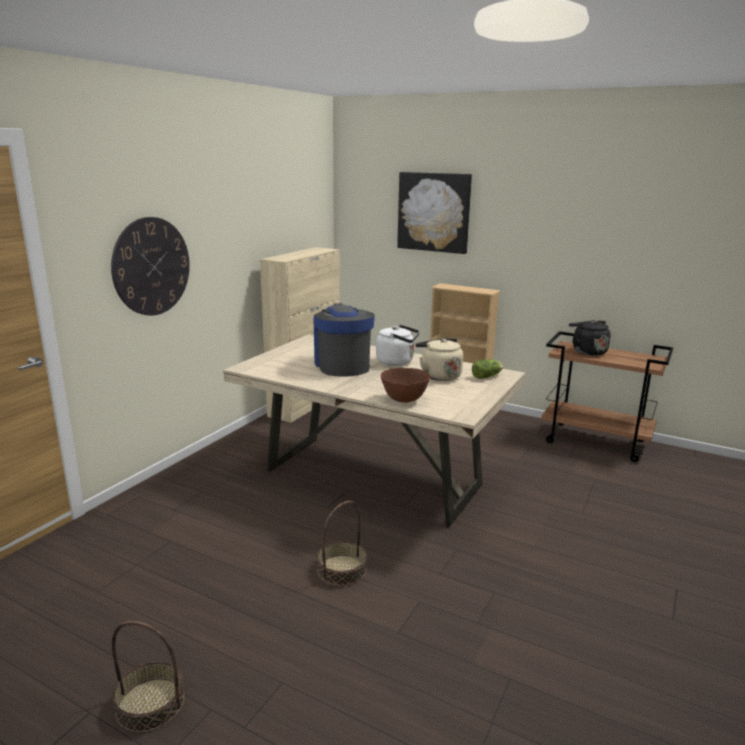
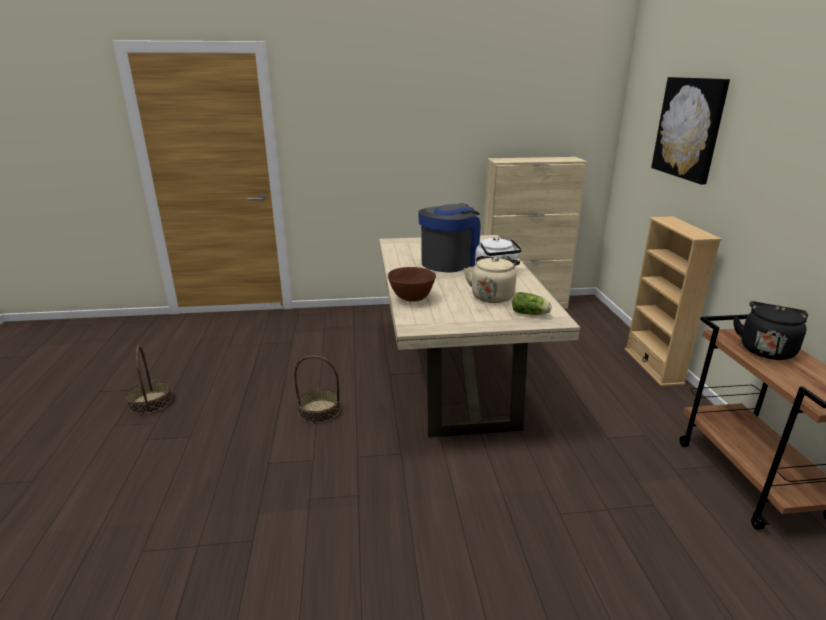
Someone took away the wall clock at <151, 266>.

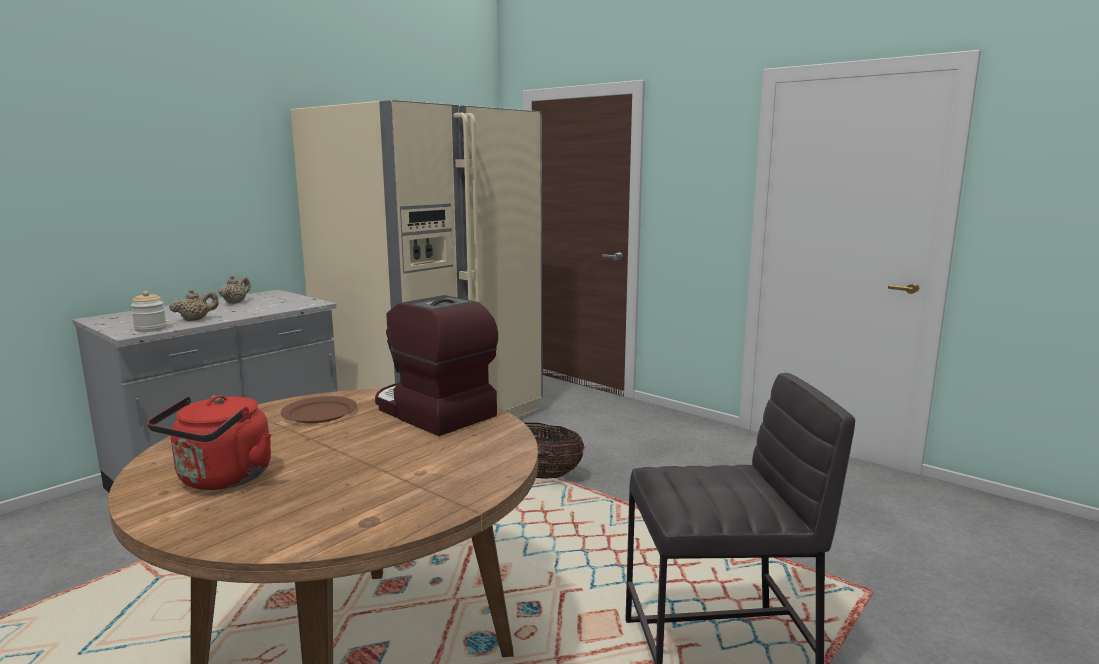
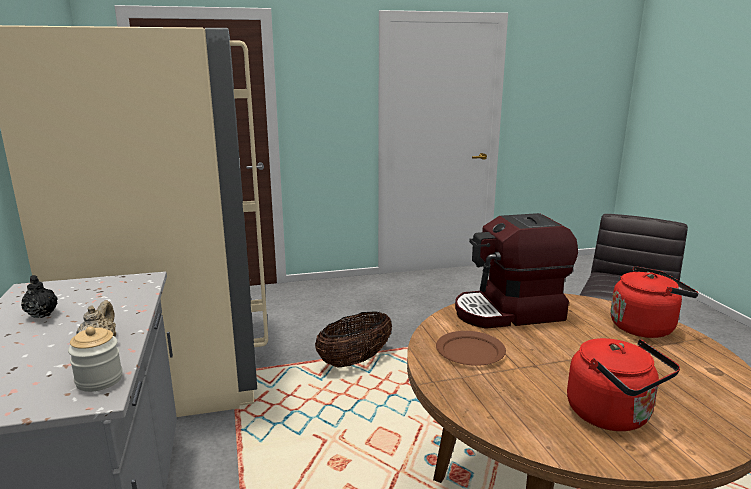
Someone put down the red kettle at <645, 327>.
Someone repainted the beige teapot at <235, 302>, which became the black teapot at <42, 314>.

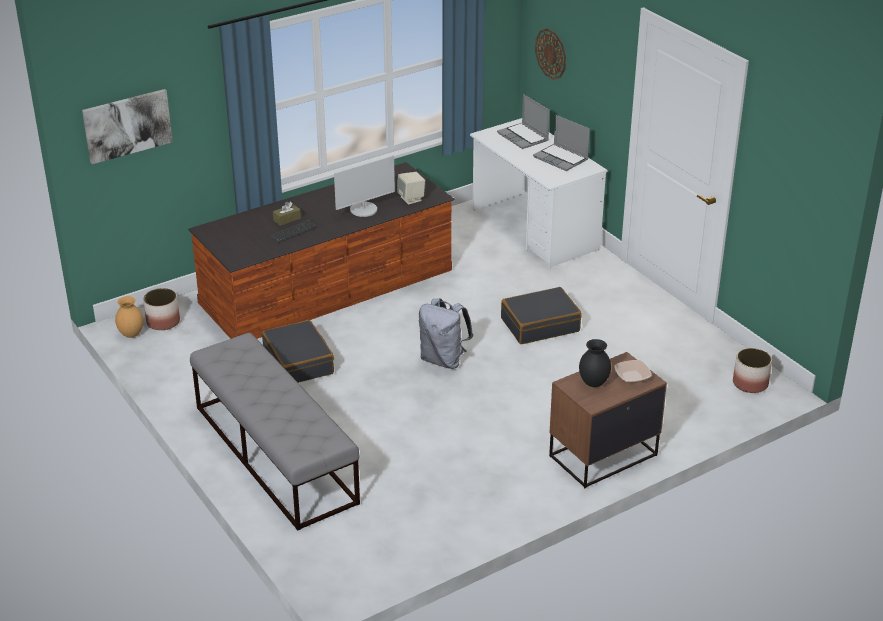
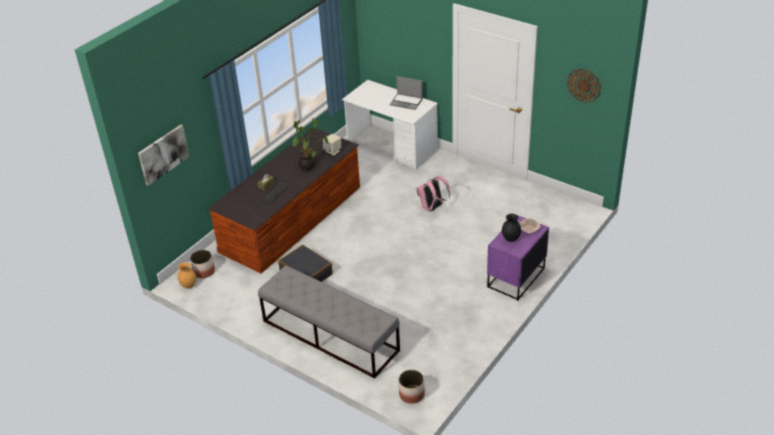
Someone took away the grey backpack at <443, 360>.
Someone took away the laptop at <523, 137>.
Someone carried the wall clock from <551, 53> to <584, 85>.
Someone carried the planter from <750, 384> to <412, 394>.
Someone swapped the monitor at <364, 209> for the potted plant at <309, 166>.
Someone swapped the black suitcase at <540, 325> for the pink backpack at <432, 208>.
Someone repainted the brown nightstand at <602, 455>, which became the purple nightstand at <515, 278>.

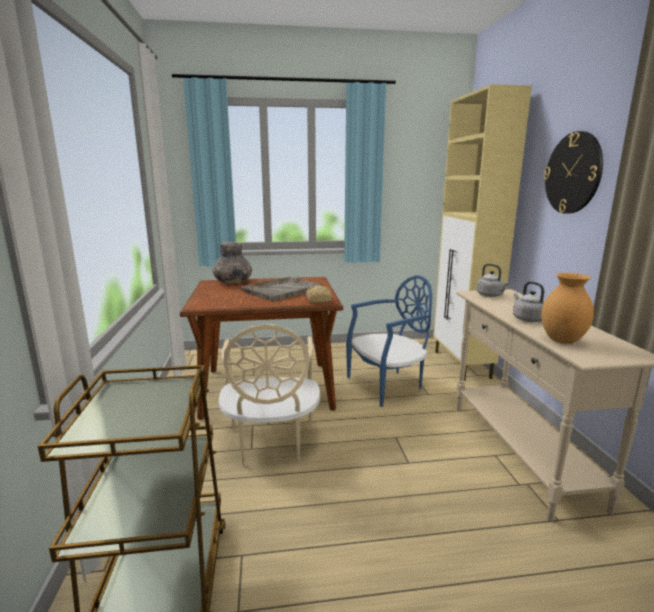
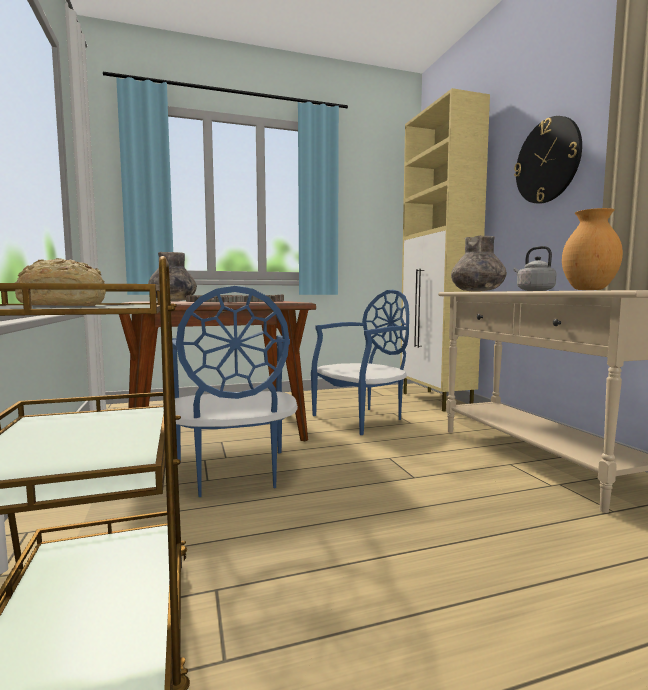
Someone carried the bread from <318, 300> to <66, 306>.
Someone swapped the grey kettle at <491, 295> for the grey vase at <478, 291>.
Someone repainted the beige chair at <271, 443>, which became the blue chair at <233, 473>.

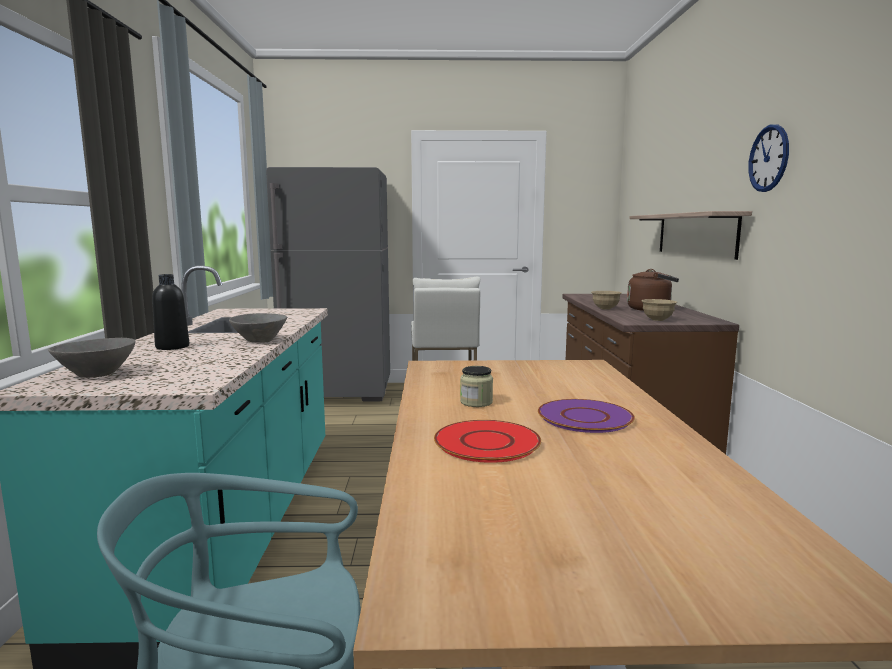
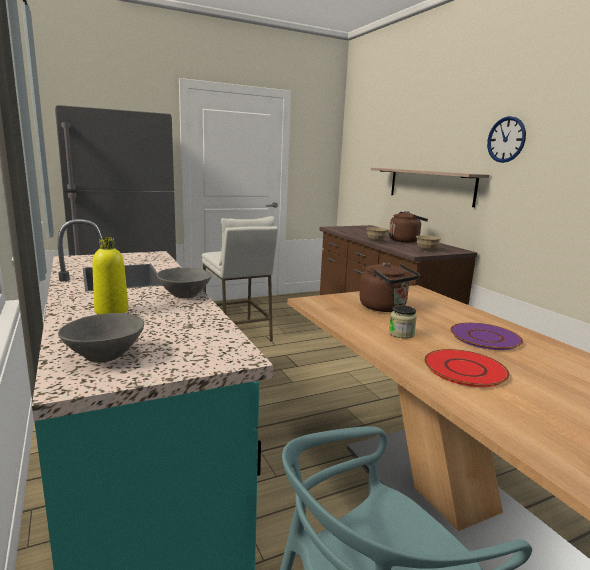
Someone put down the brown kettle at <385, 308>.
Someone repainted the black bottle at <172, 347>, which became the yellow bottle at <111, 311>.

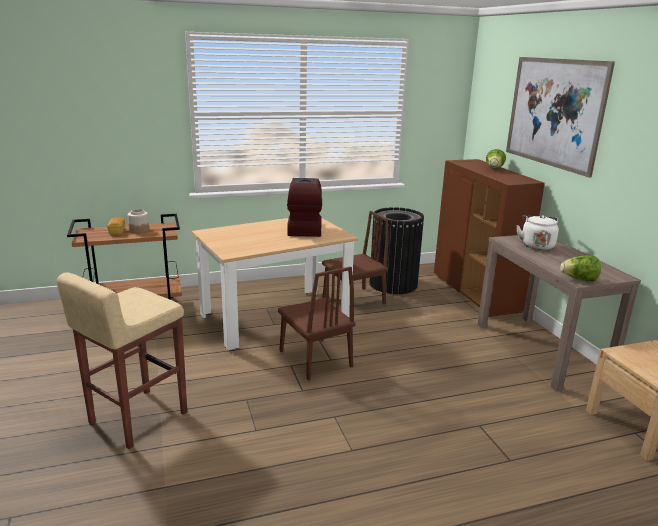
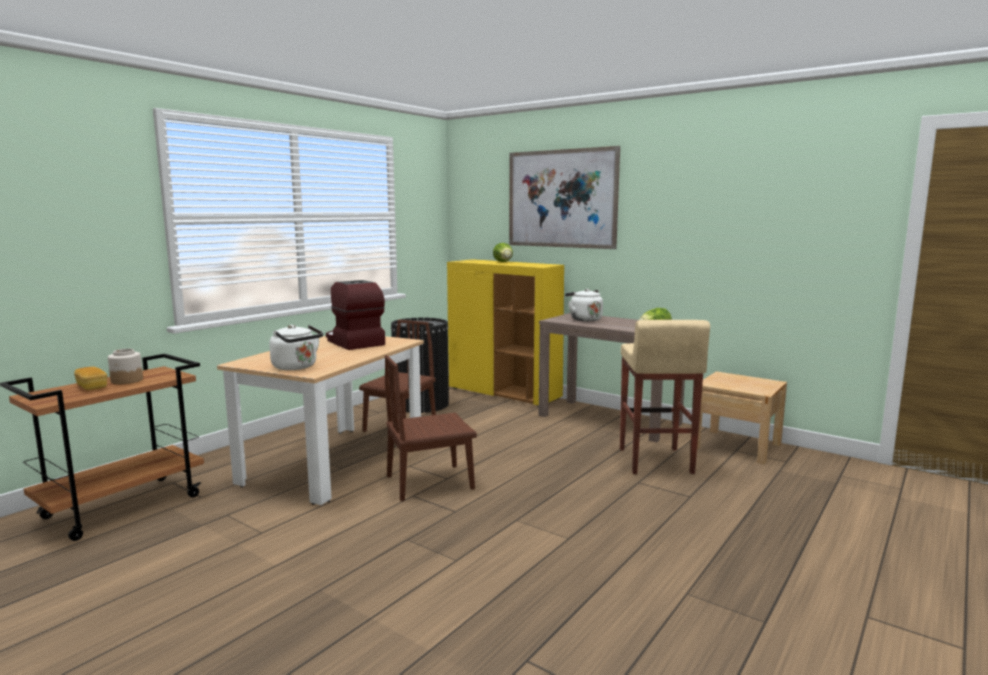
Someone put down the white kettle at <297, 367>.
Someone carried the beige stool from <136, 418> to <654, 461>.
Someone repainted the brown cabinet at <476, 293>, which became the yellow cabinet at <505, 393>.
Someone rotated the brown chair at <315, 358> by 135 degrees clockwise.

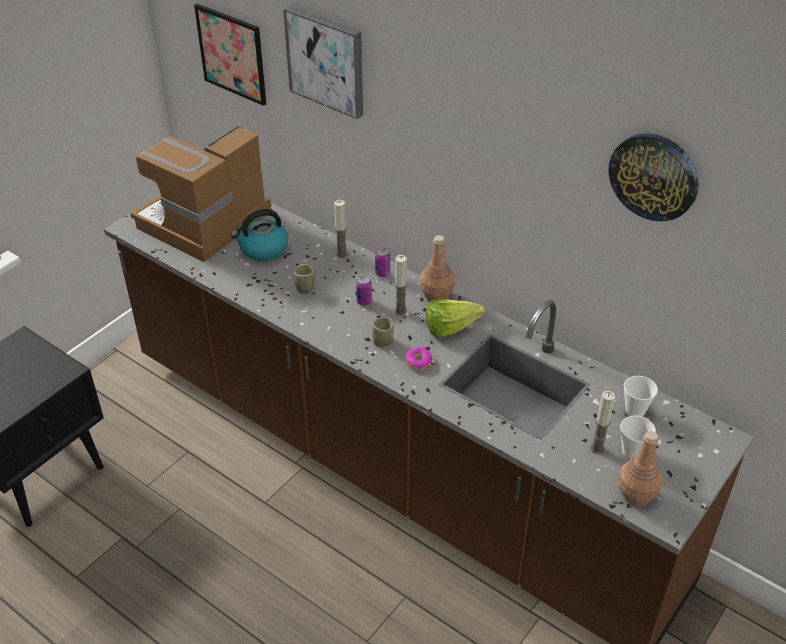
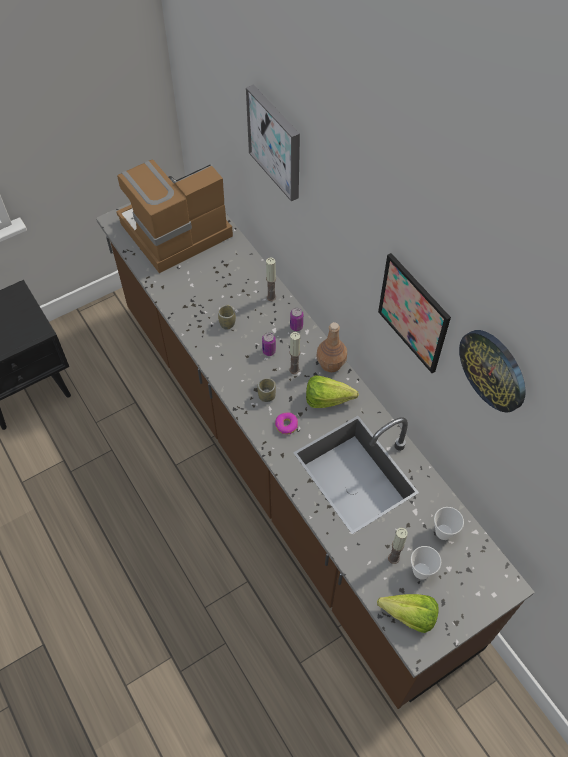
Someone took away the kettle at <263, 249>.
Someone carried the picture from <232, 54> to <413, 313>.
Someone swapped the brown bottle at <636, 495> for the lettuce at <404, 613>.

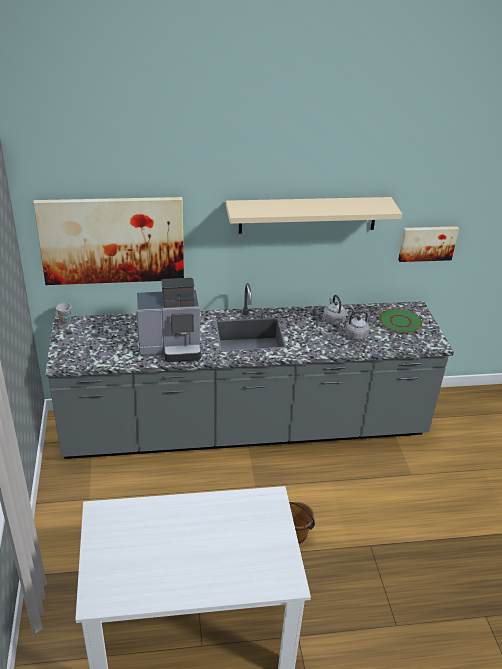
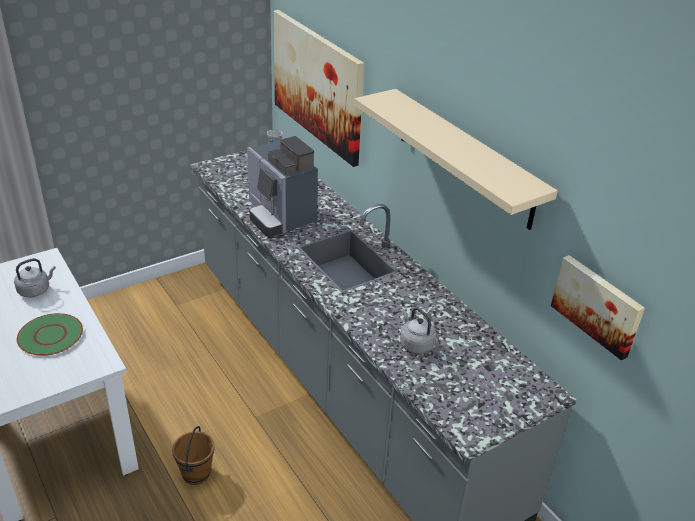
Someone carried the grey kettle from <333, 320> to <36, 290>.
Someone carried the green plate from <400, 321> to <51, 336>.

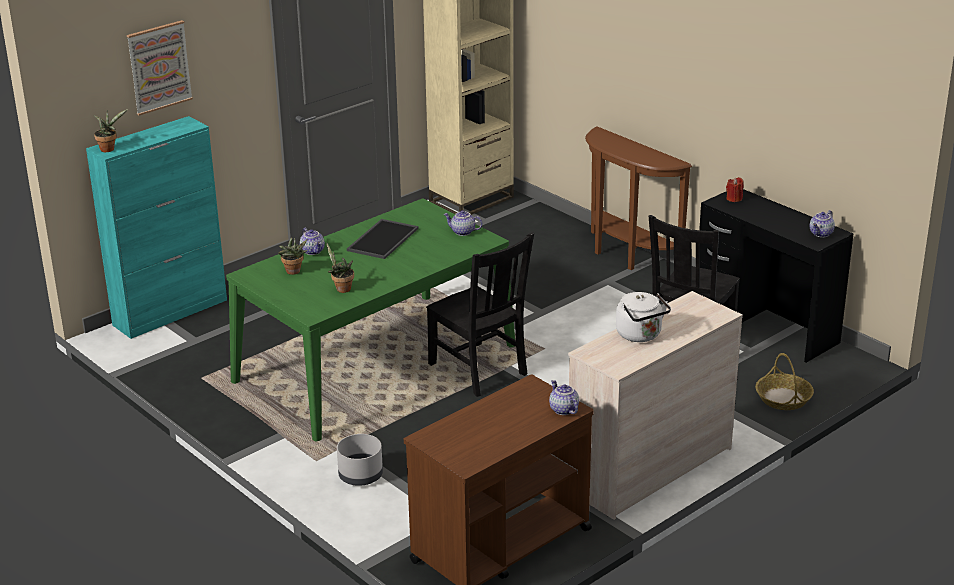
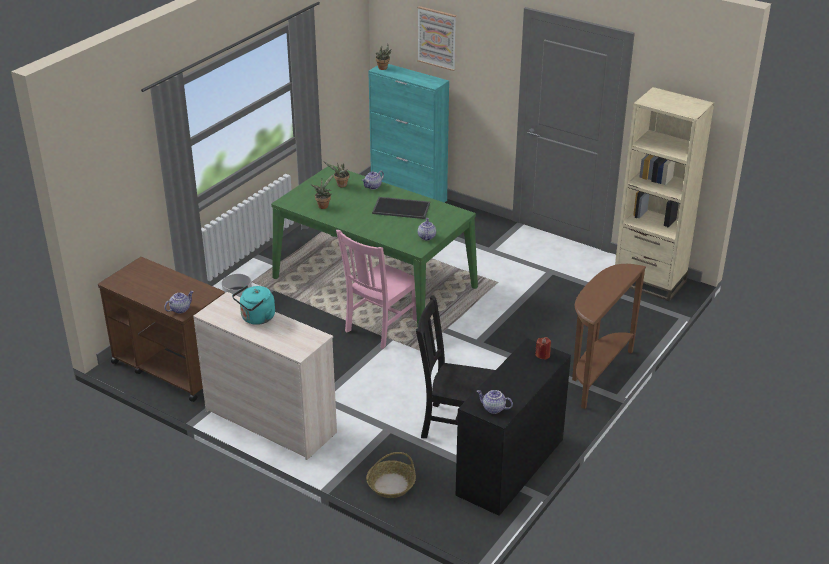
Someone repainted the black chair at <479, 371>, which became the pink chair at <380, 327>.
Someone repainted the white kettle at <641, 335>, which became the turquoise kettle at <256, 318>.

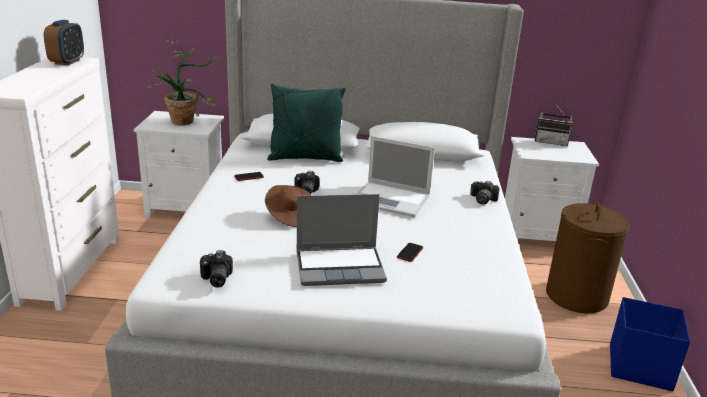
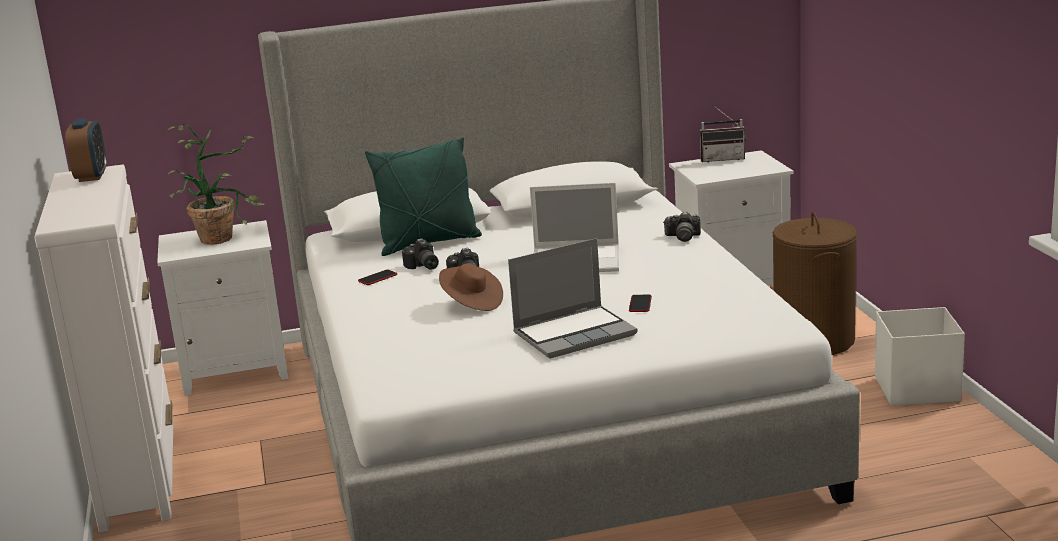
Someone carried the photo camera from <215, 279> to <422, 267>.
Someone repainted the blue storage box at <638, 366>, which became the white storage box at <915, 389>.

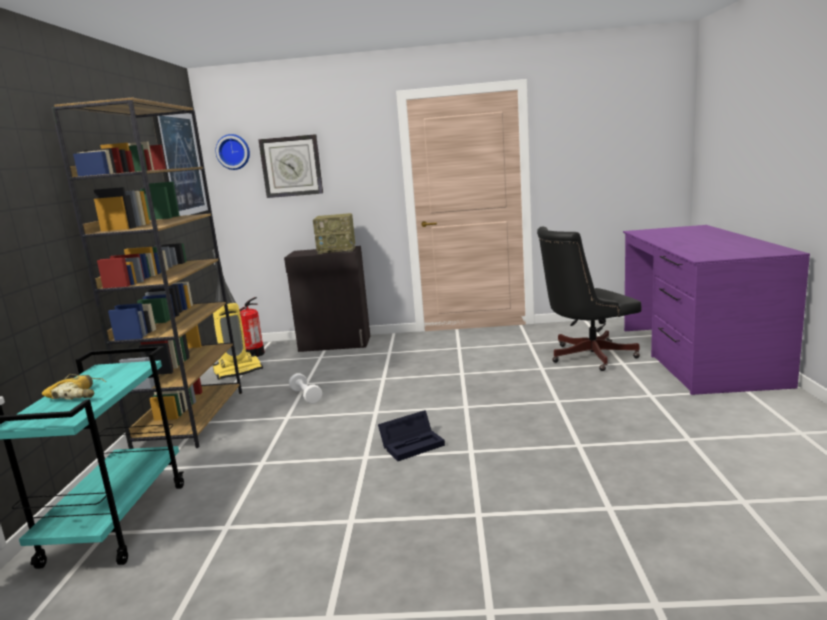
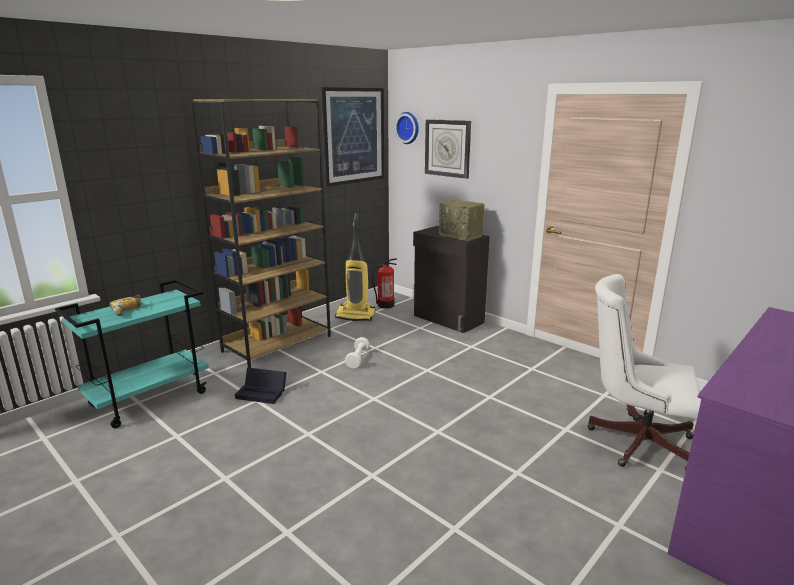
Someone carried the black storage box from <413, 444> to <263, 393>.
Someone repainted the black office chair at <586, 356>, which became the white office chair at <634, 440>.

